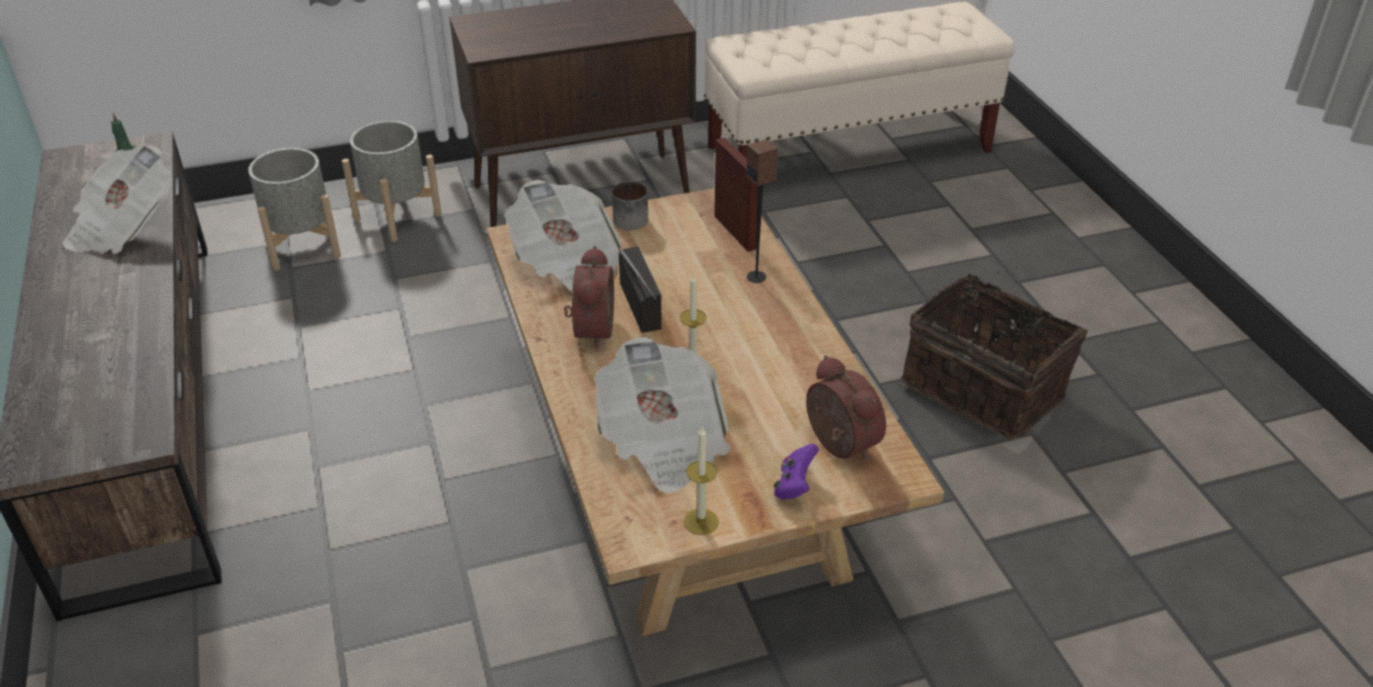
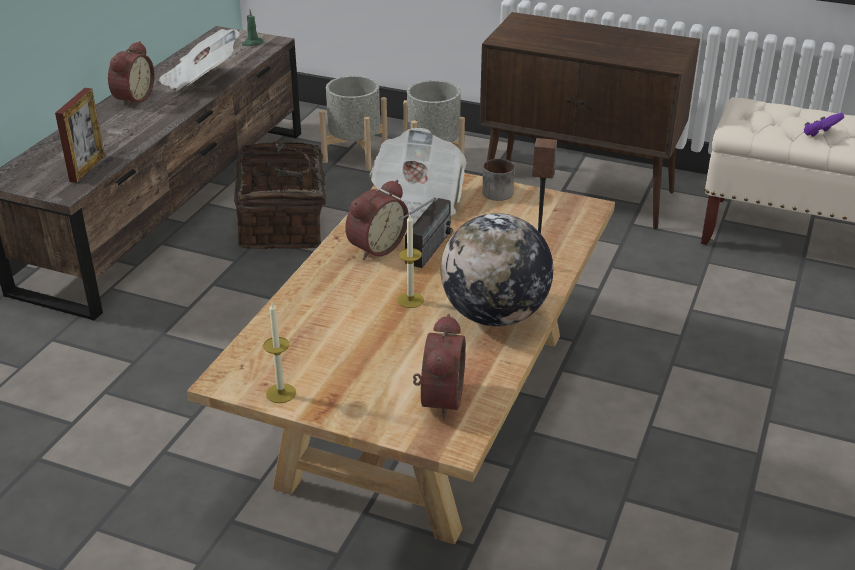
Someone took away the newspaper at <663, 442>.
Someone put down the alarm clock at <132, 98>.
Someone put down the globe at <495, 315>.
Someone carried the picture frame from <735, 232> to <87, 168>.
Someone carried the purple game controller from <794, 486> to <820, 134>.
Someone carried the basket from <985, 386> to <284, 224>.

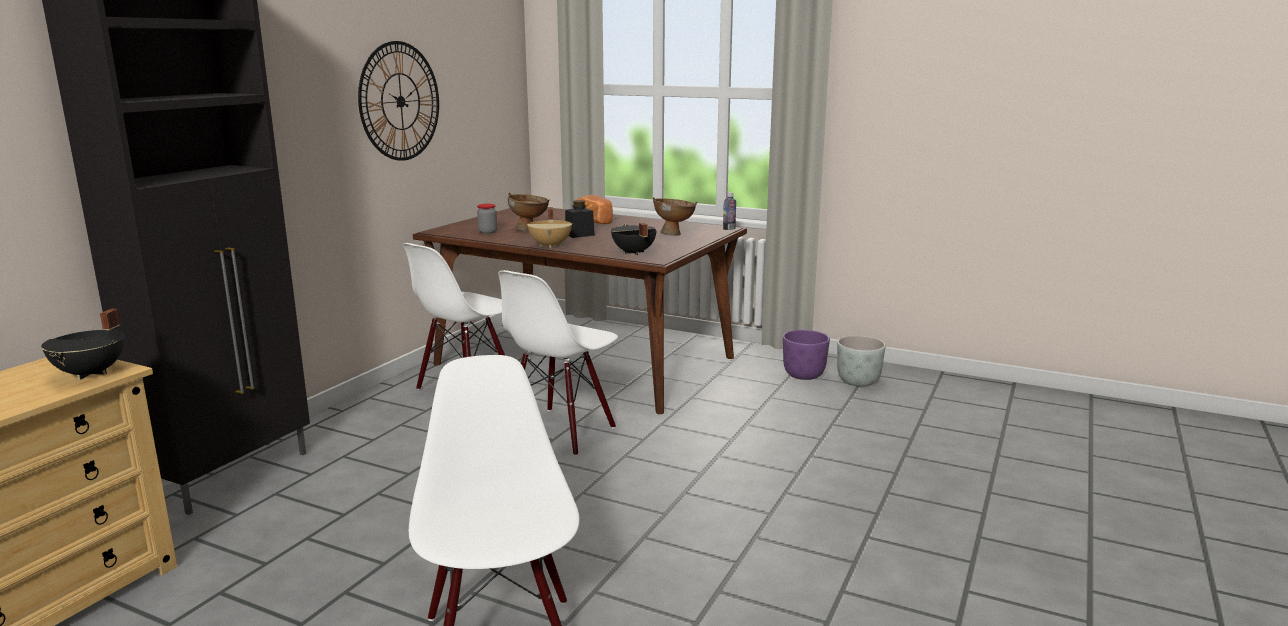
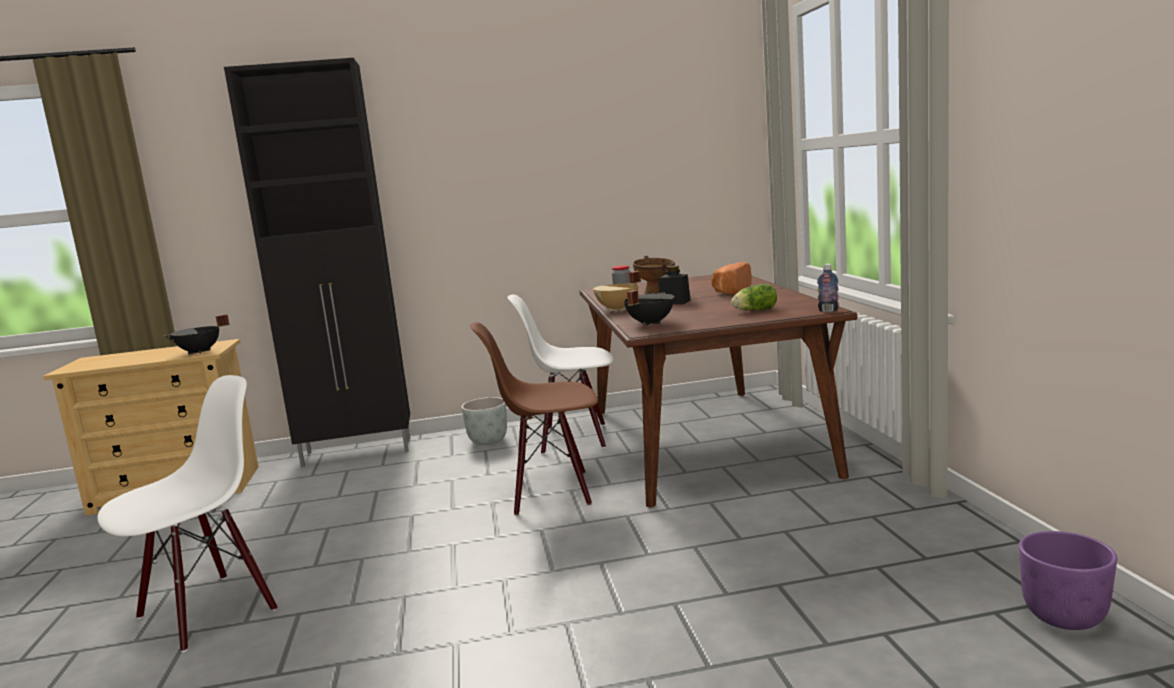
Someone took away the wall clock at <400, 101>.
Someone carried the purple planter from <804, 375> to <1065, 617>.
Someone carried the grey planter from <858, 382> to <489, 441>.
Someone swapped the brown bowl at <675, 234> for the lettuce at <753, 310>.
Someone repainted the white chair at <560, 431>, which became the brown chair at <551, 491>.

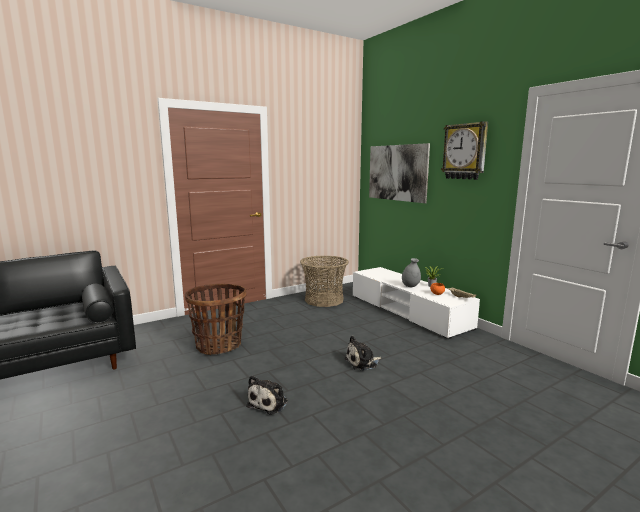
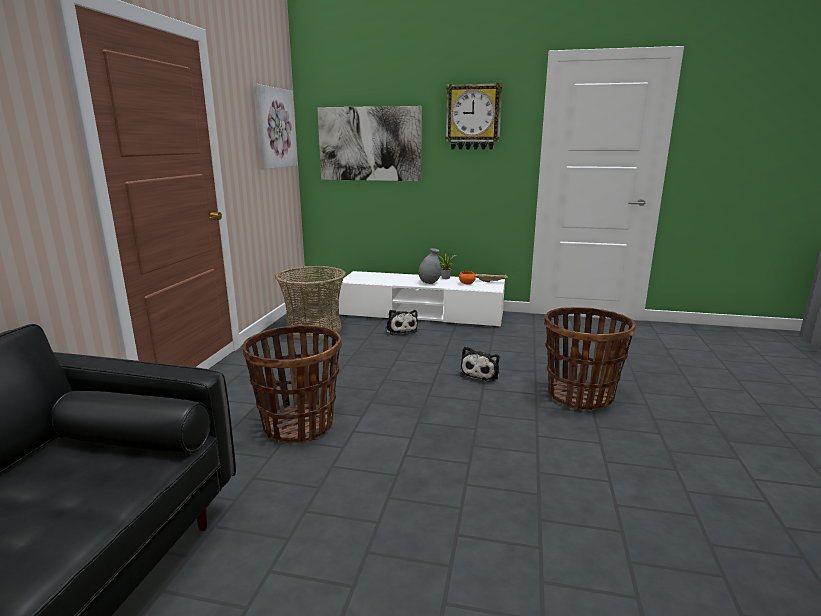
Someone put up the picture at <274, 128>.
Someone put down the basket at <580, 396>.
Someone carried the plush toy from <269, 402> to <400, 330>.

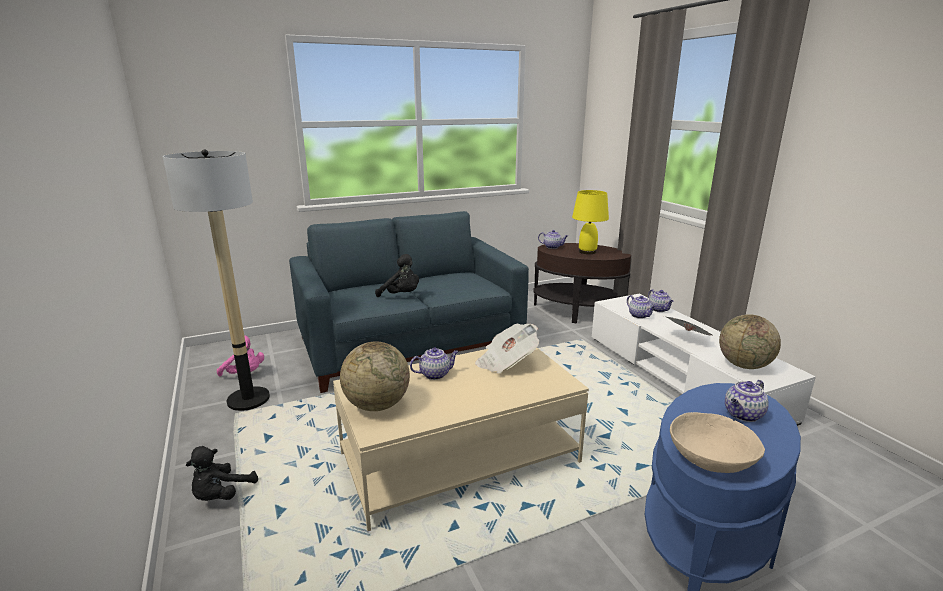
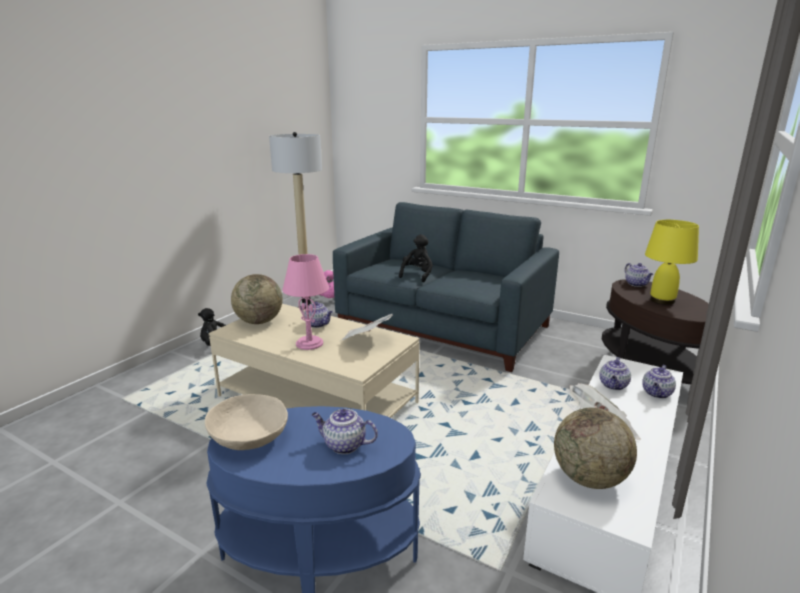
Someone put down the pink table lamp at <309, 343>.
Someone rotated the black plush toy at <401, 295> by 150 degrees counterclockwise.

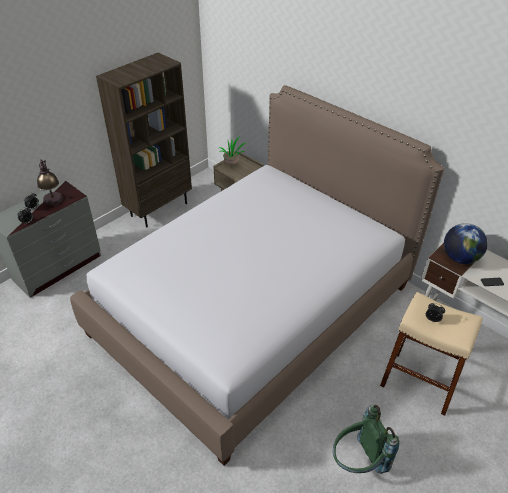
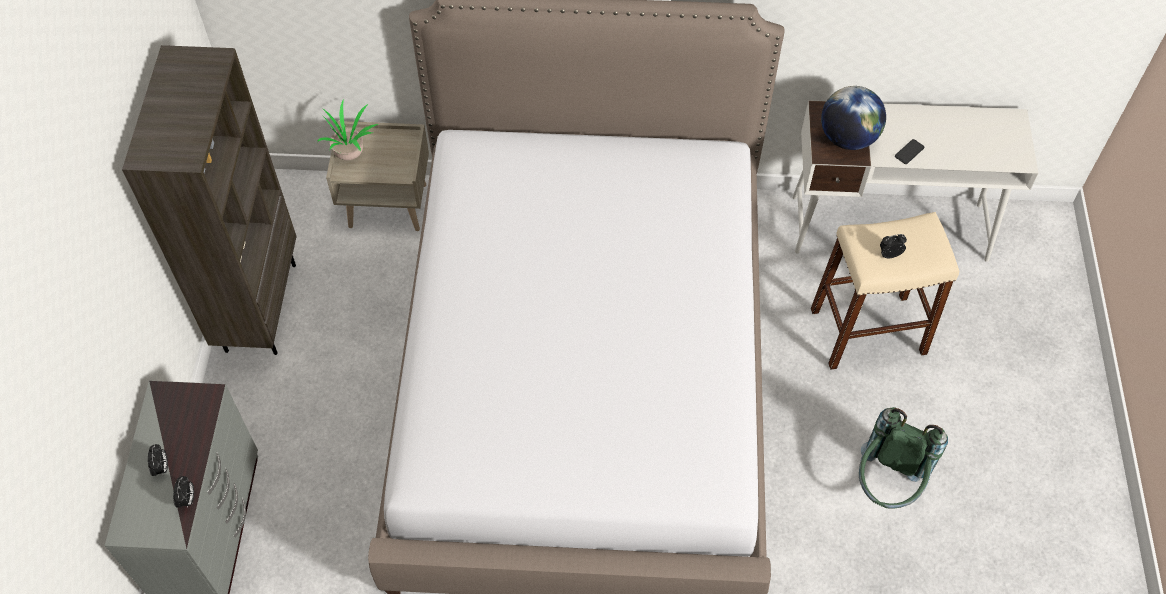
Someone took away the table lamp at <54, 203>.

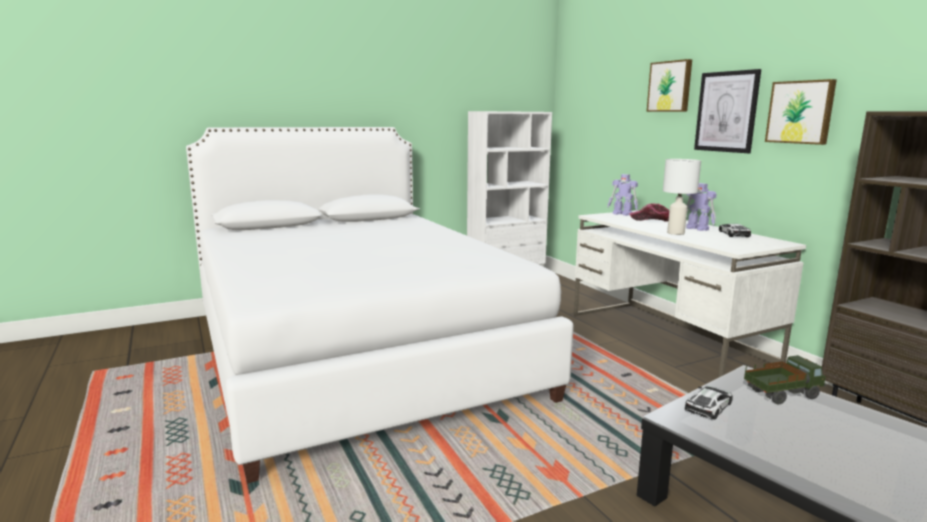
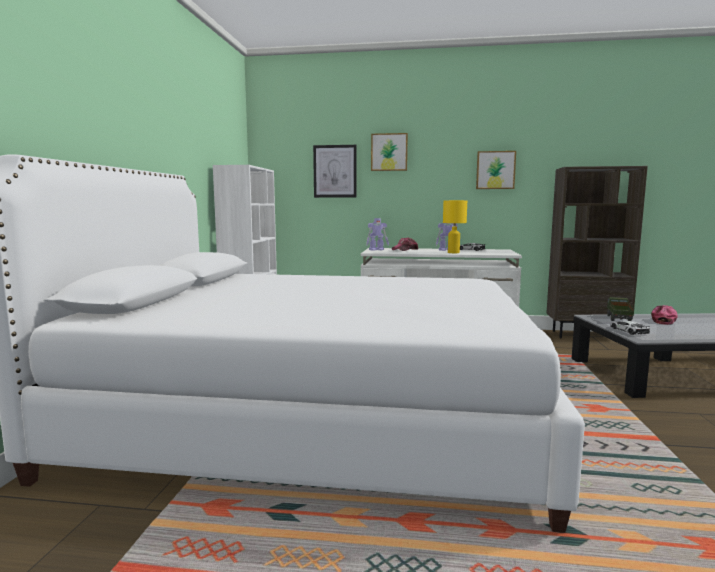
Someone put down the cap at <663, 320>.
Someone carried the picture from <726, 112> to <335, 171>.
Someone repainted the white table lamp at <675, 233>, which became the yellow table lamp at <453, 252>.

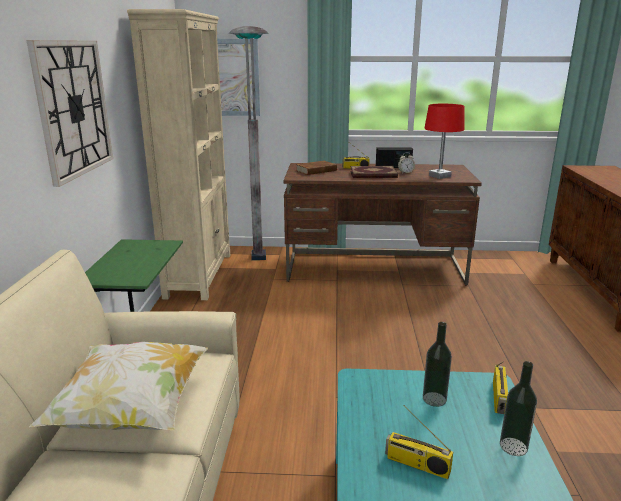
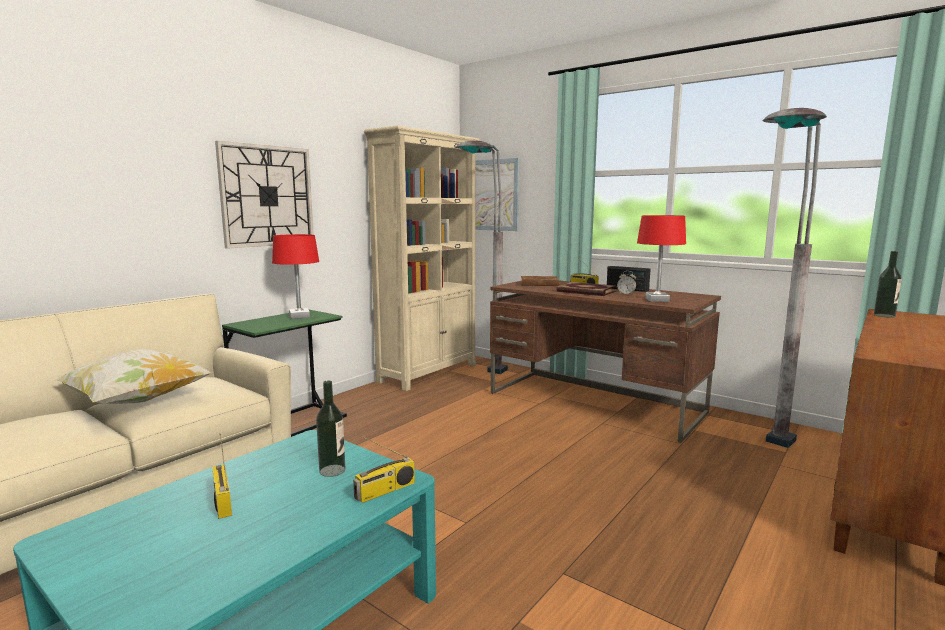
Someone put down the red table lamp at <299, 316>.
Someone put down the grey floor lamp at <762, 455>.
Someone carried the bottle from <513, 446> to <884, 315>.

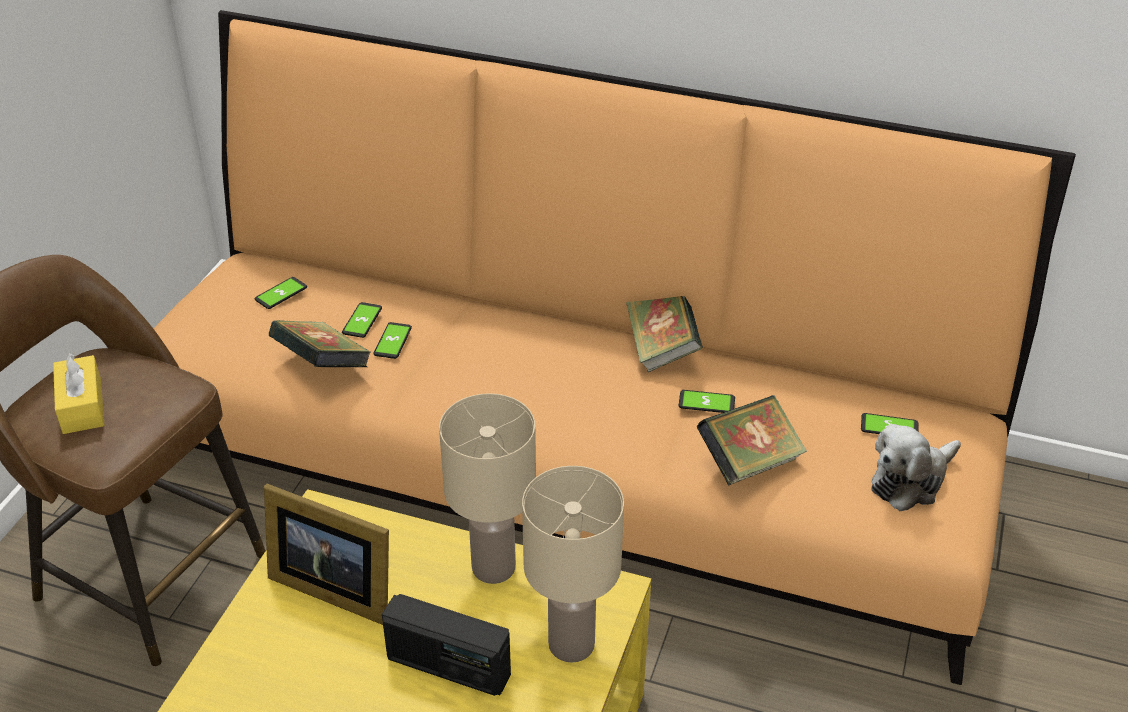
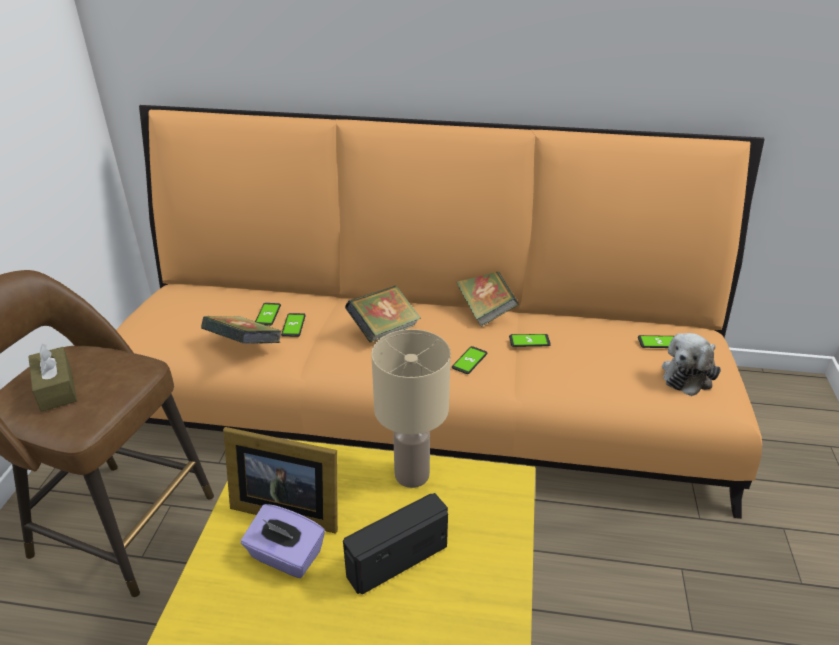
Someone took away the beige table lamp at <572, 645>.
Someone put down the purple tissue box at <285, 556>.
Someone carried the phone from <281, 294> to <469, 361>.
Someone carried the book from <749, 462> to <384, 330>.
Someone repainted the yellow tissue box at <82, 406>, which became the brown tissue box at <56, 388>.
Someone rotated the radio at <448, 666> by 135 degrees clockwise.

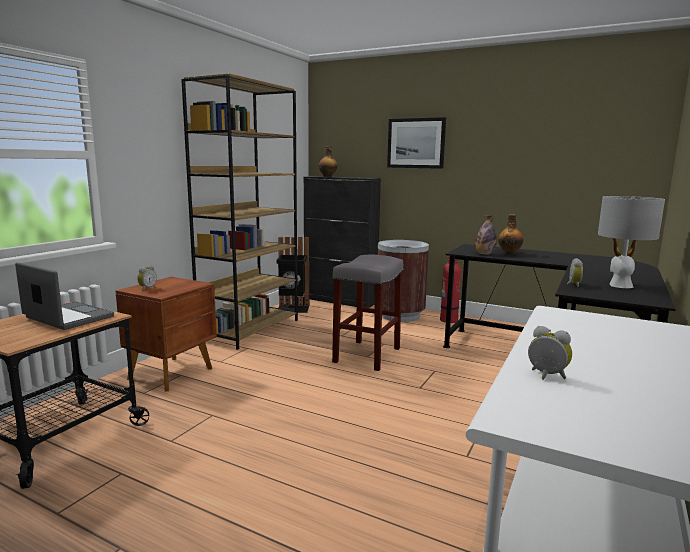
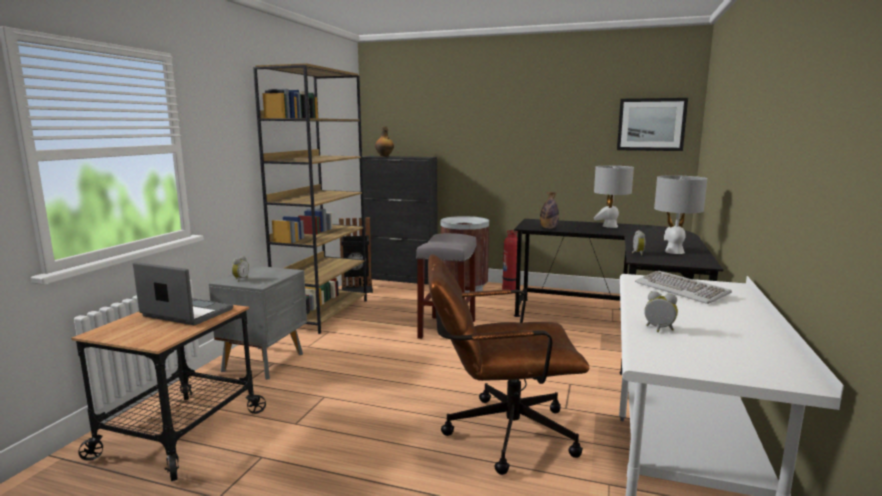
Someone took away the bottle at <509, 253>.
Someone put down the brown office chair at <498, 433>.
Someone put down the grey table lamp at <610, 226>.
Someone put down the keyboard at <681, 290>.
Someone carried the picture from <416, 143> to <651, 124>.
Someone repainted the brown nightstand at <172, 373>, which became the grey nightstand at <265, 362>.

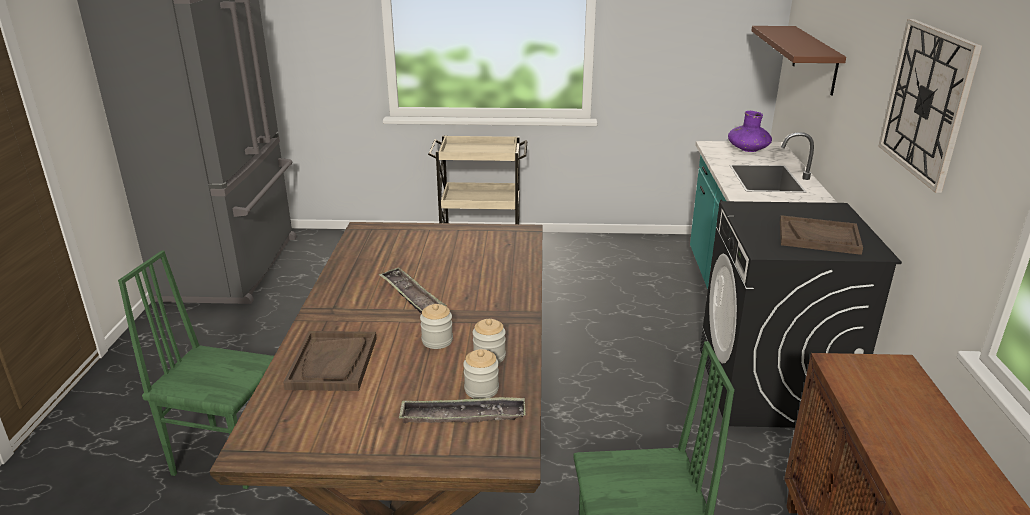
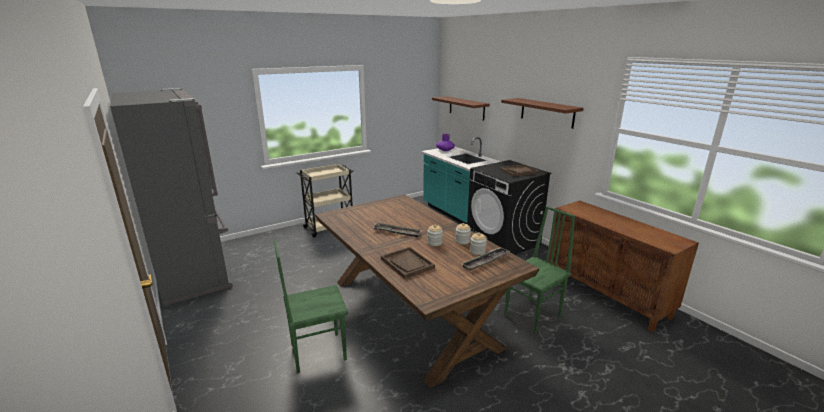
Someone swapped the wall clock at <927, 102> for the brown shelf at <547, 112>.

